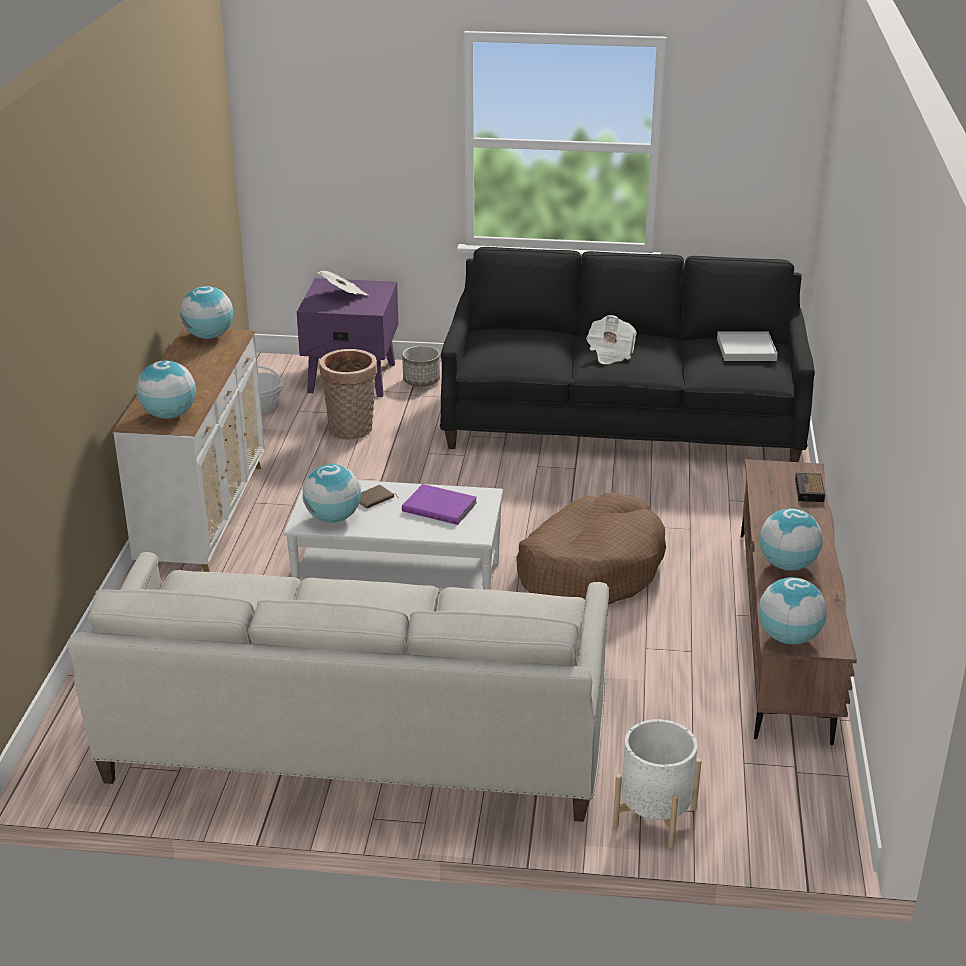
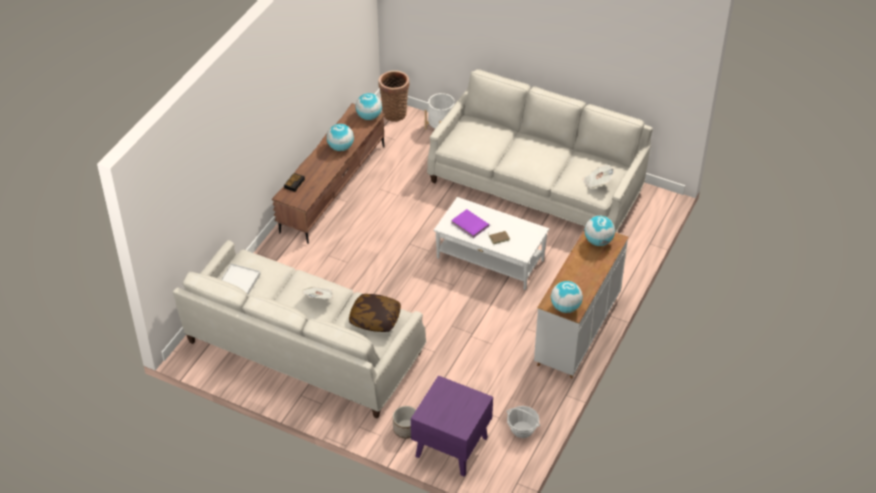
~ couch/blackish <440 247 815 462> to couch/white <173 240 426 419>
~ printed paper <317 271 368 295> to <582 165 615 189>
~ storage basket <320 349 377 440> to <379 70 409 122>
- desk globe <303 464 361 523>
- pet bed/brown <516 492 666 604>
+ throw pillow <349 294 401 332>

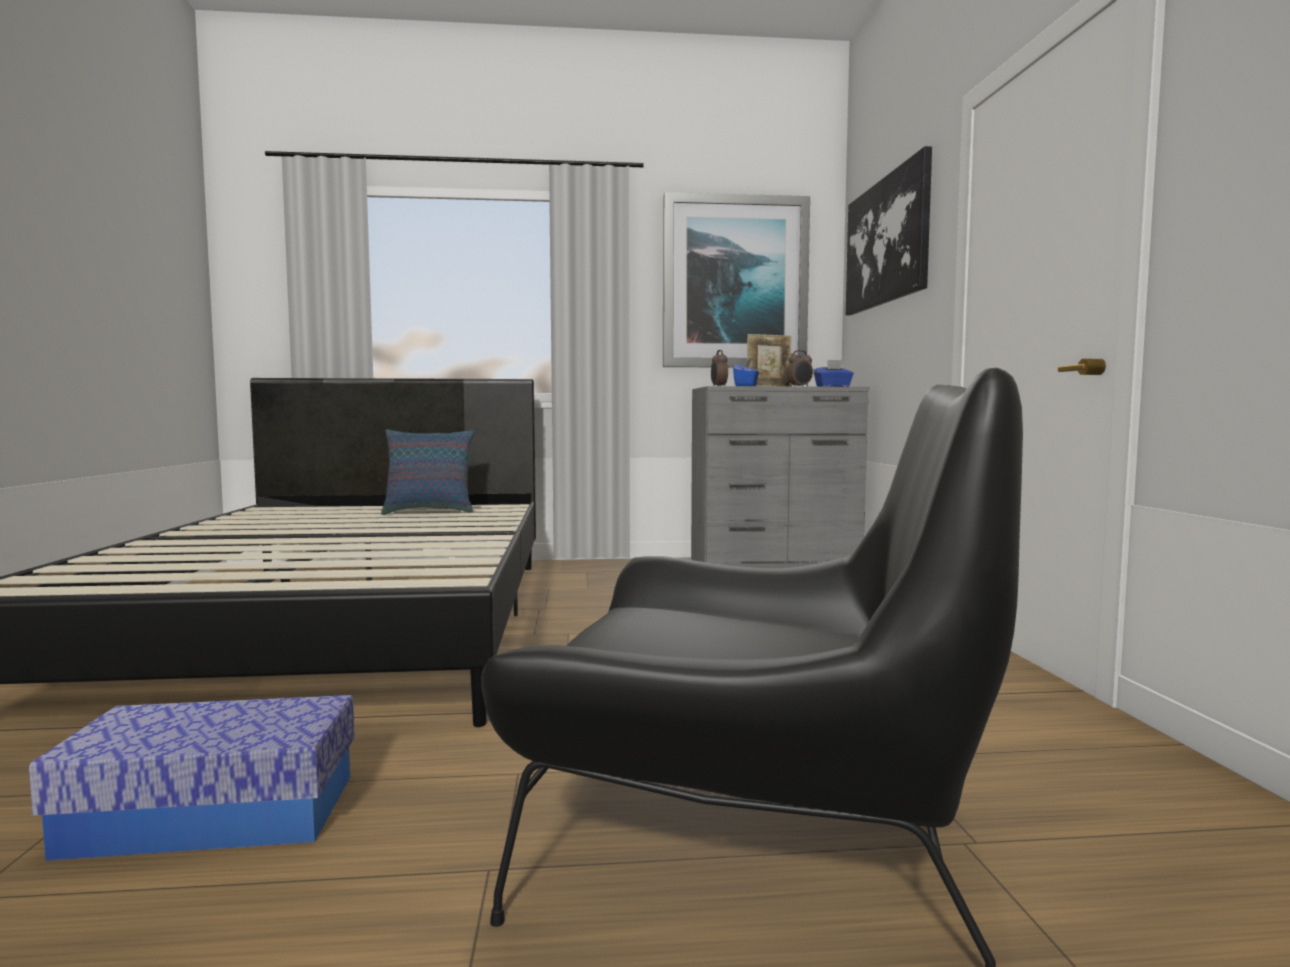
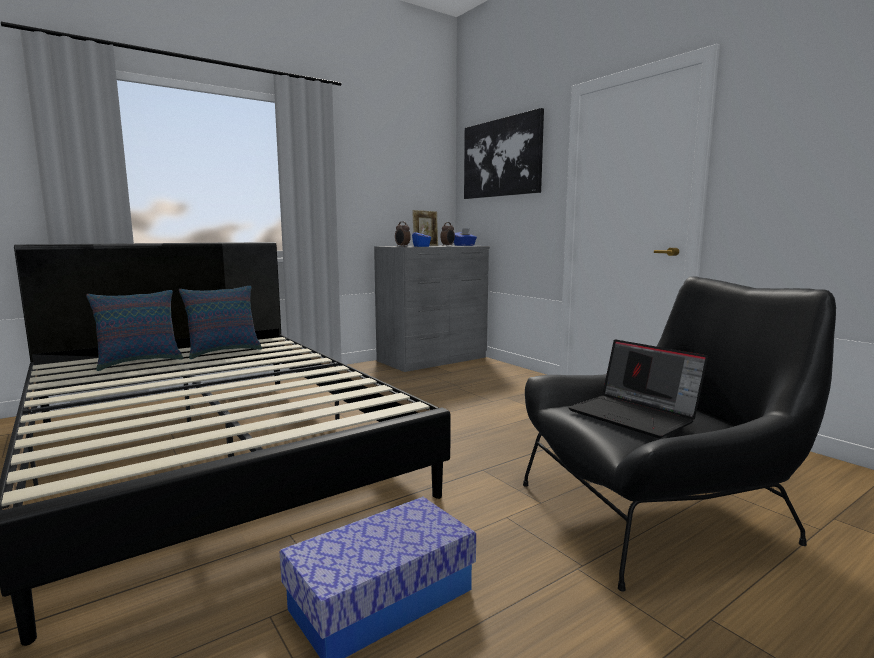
- wall art <663 192 810 368>
+ throw pillow/blue <86 290 183 371>
+ portable computer <568 339 708 438>

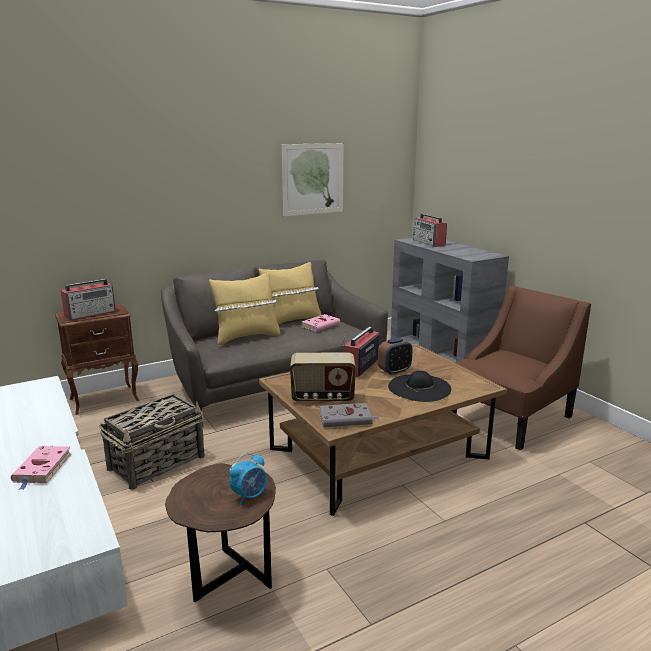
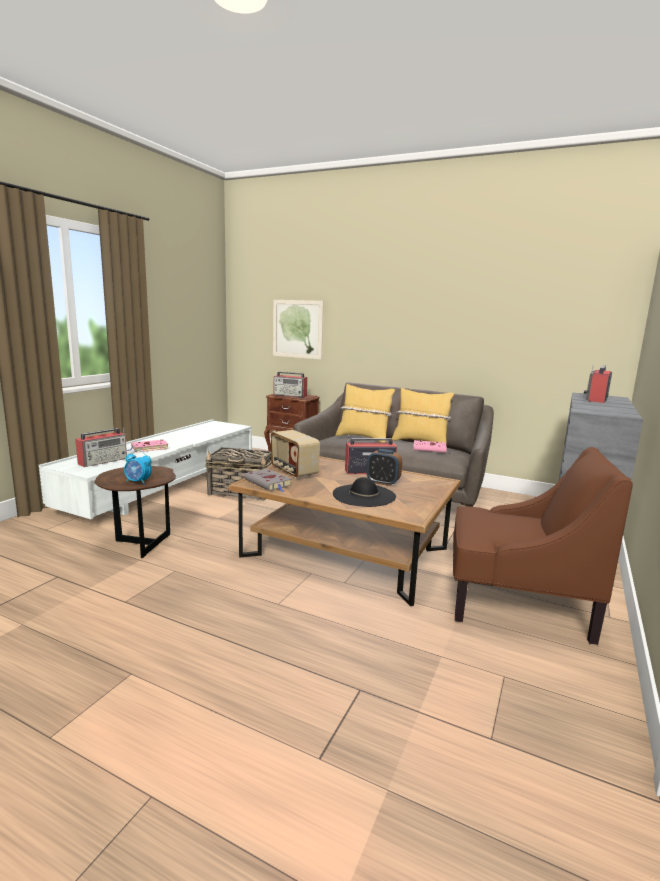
~ wall art <282 143 344 216> to <273 300 324 360>
+ radio set <75 427 127 467>

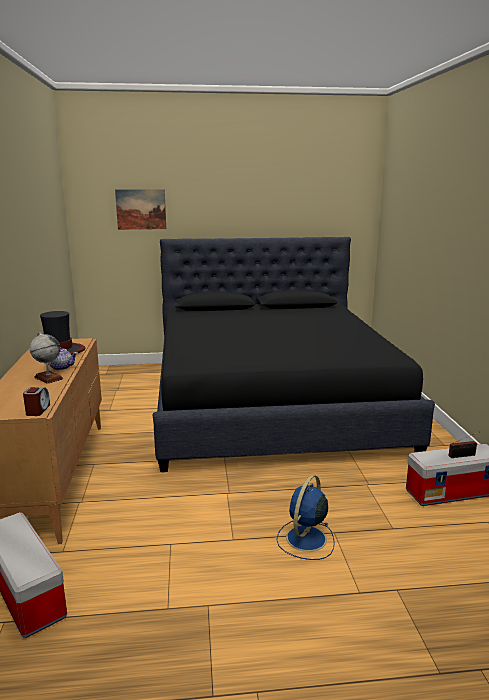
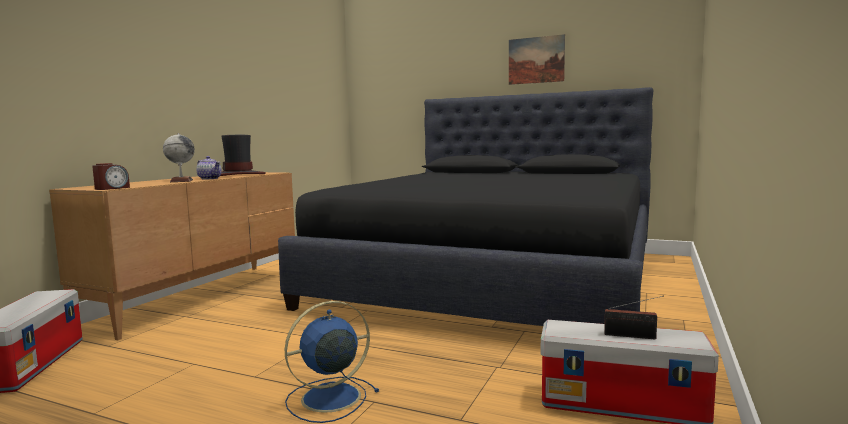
~ wall art <115 189 166 230> to <509 34 565 85>

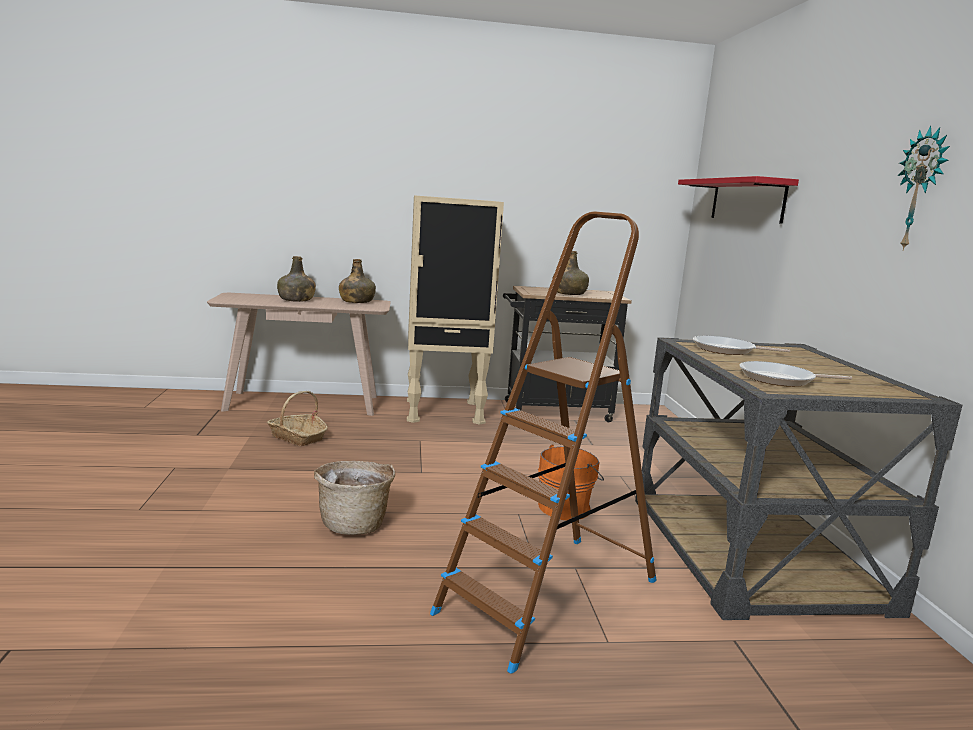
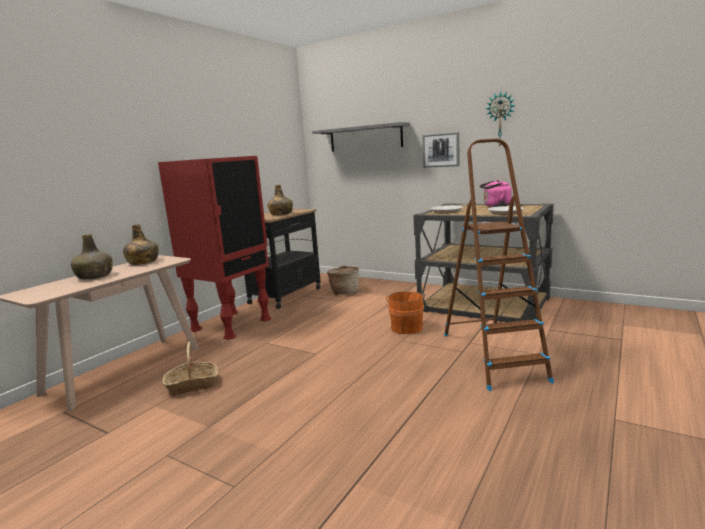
~ bracket shelf/reddish <678 176 799 224> to bracket shelf/gray <312 122 410 152>
~ storage cabinet/sand-coloured <407 195 504 425> to storage cabinet/reddish <158 156 271 340>
~ storage basket <314 461 395 535> to <327 265 359 295>
+ wall art <422 132 460 168>
+ tea kettle/pink-coloured <480 180 512 207>

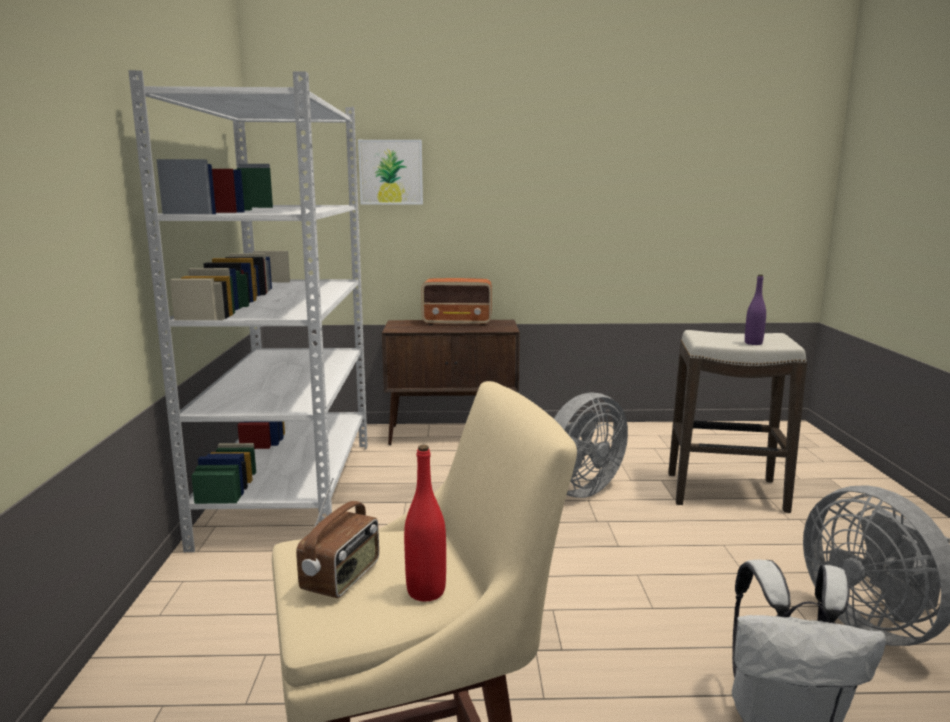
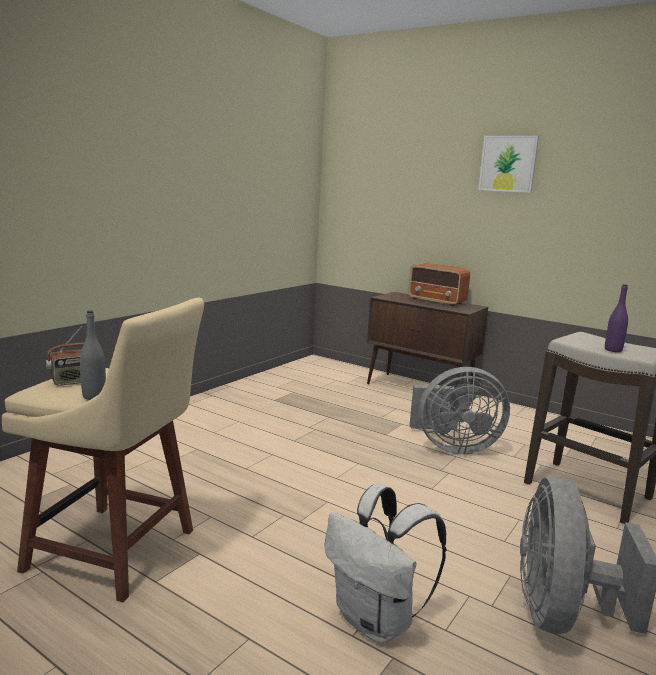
- bookcase/white <128 70 368 552>
~ wall art <358 140 423 205> to <478 136 539 193>
~ drink bottle/reddish <404 445 446 601> to drink bottle/gray <80 310 106 400>

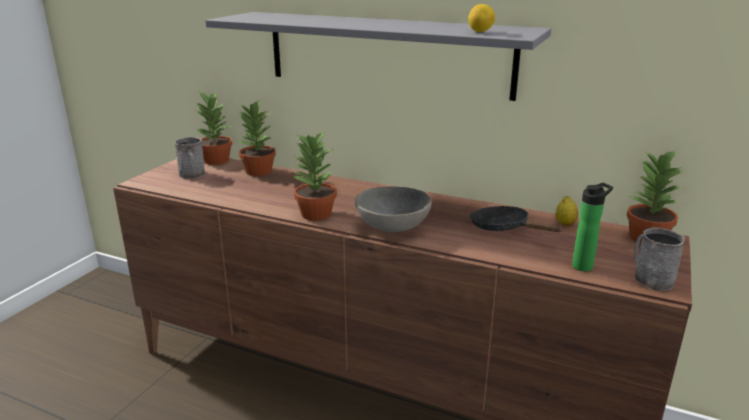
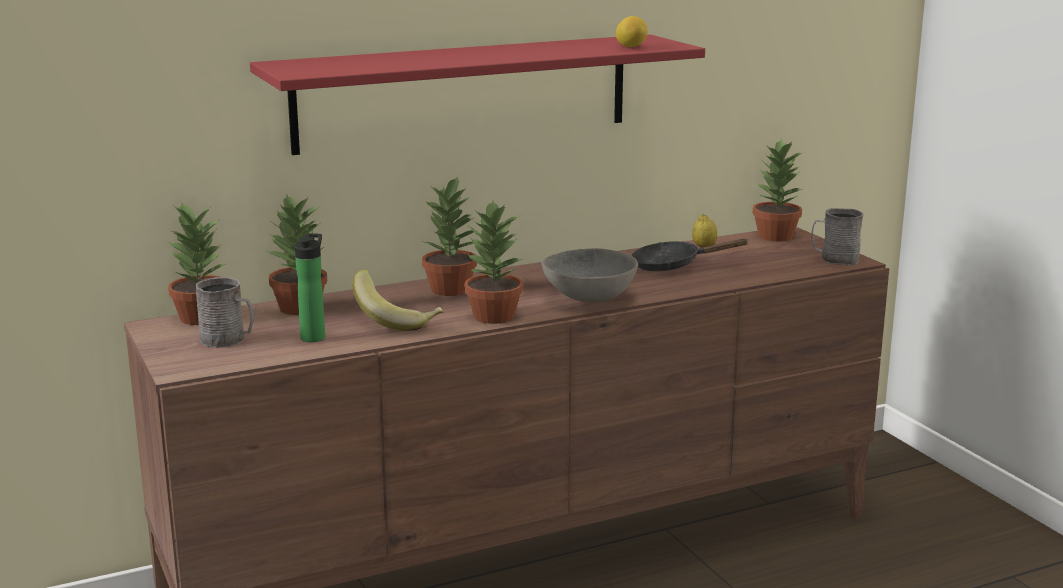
~ bracket shelf/gray <205 12 551 101> to bracket shelf/reddish <250 35 705 155>
~ drink bottle <572 183 613 271> to <295 233 325 342>
+ houseplant <422 176 477 296>
+ banana fruit <353 269 444 331>

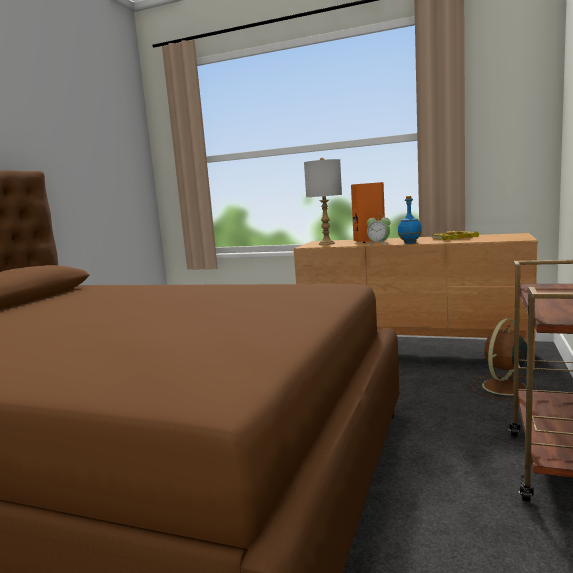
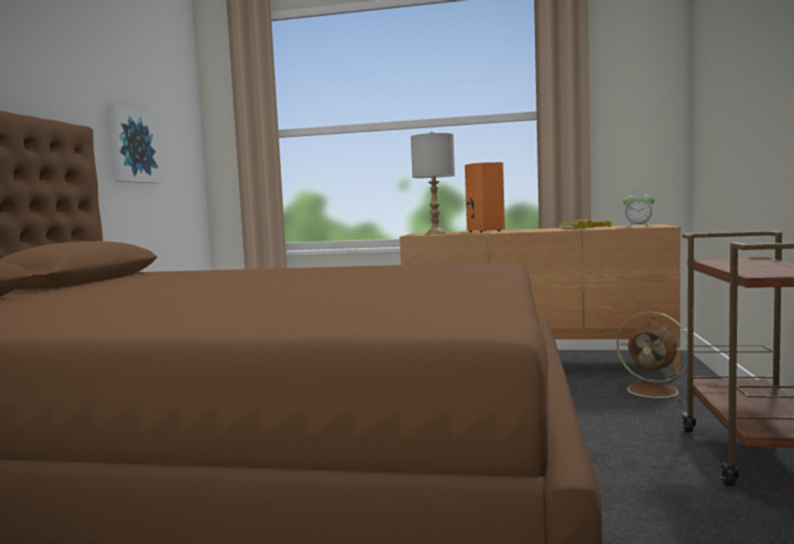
- drink bottle/blue <398 196 422 244>
~ alarm clock <367 214 391 245> to <623 190 654 228>
~ electric fan/brown <471 318 536 401> = <616 312 688 402> 90 degrees counterclockwise
+ wall art <107 104 162 184>

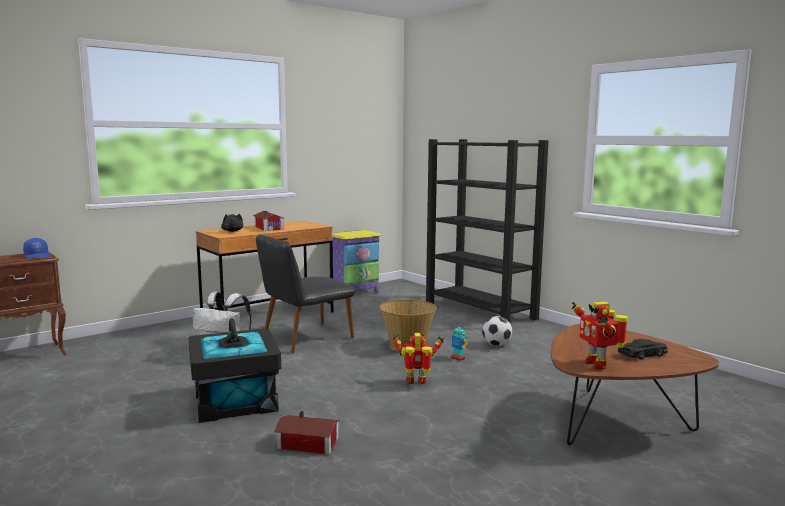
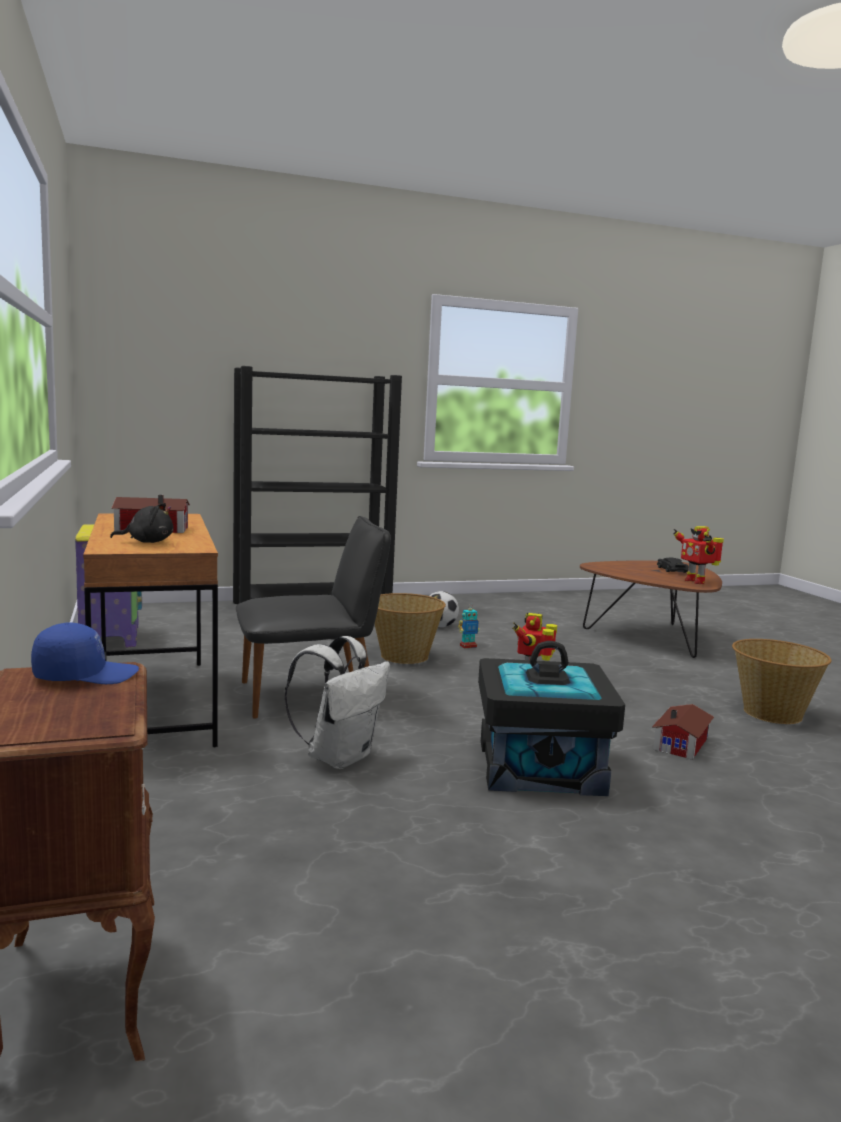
~ chair/blackish <256 235 357 353> = <236 516 391 718> 90 degrees counterclockwise
~ model robot <571 301 628 369> = <673 526 724 584> 60 degrees clockwise
+ storage basket <732 639 832 724>

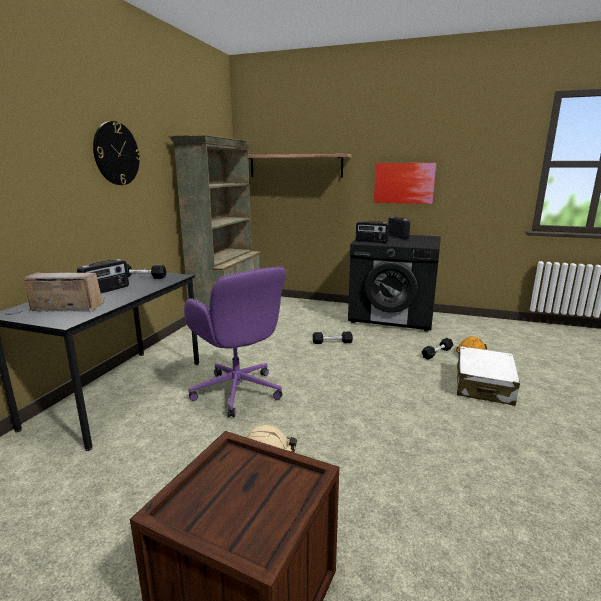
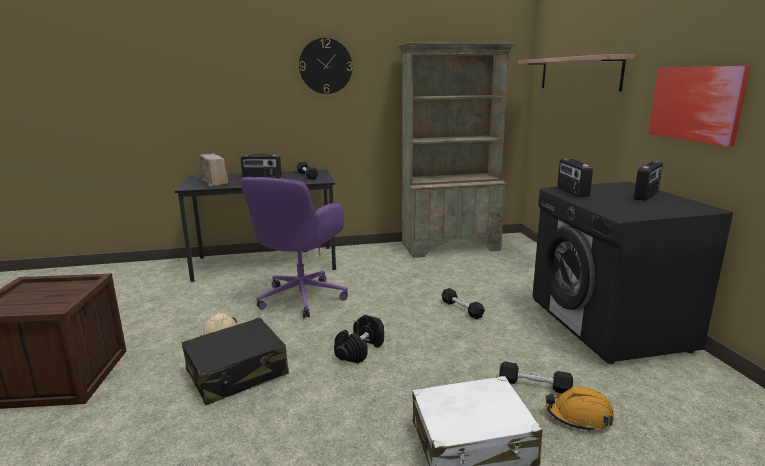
+ dumbbell/blackish <334 315 384 363>
+ suitcase/blackish <182 318 289 405>

